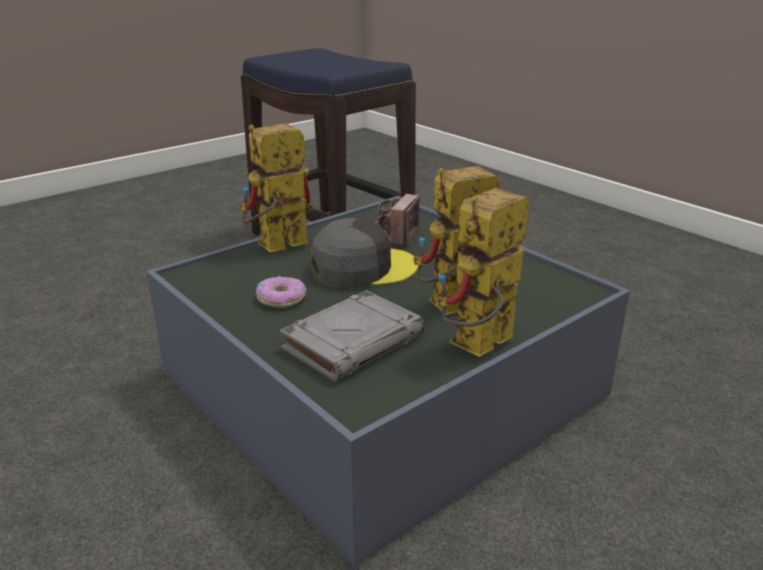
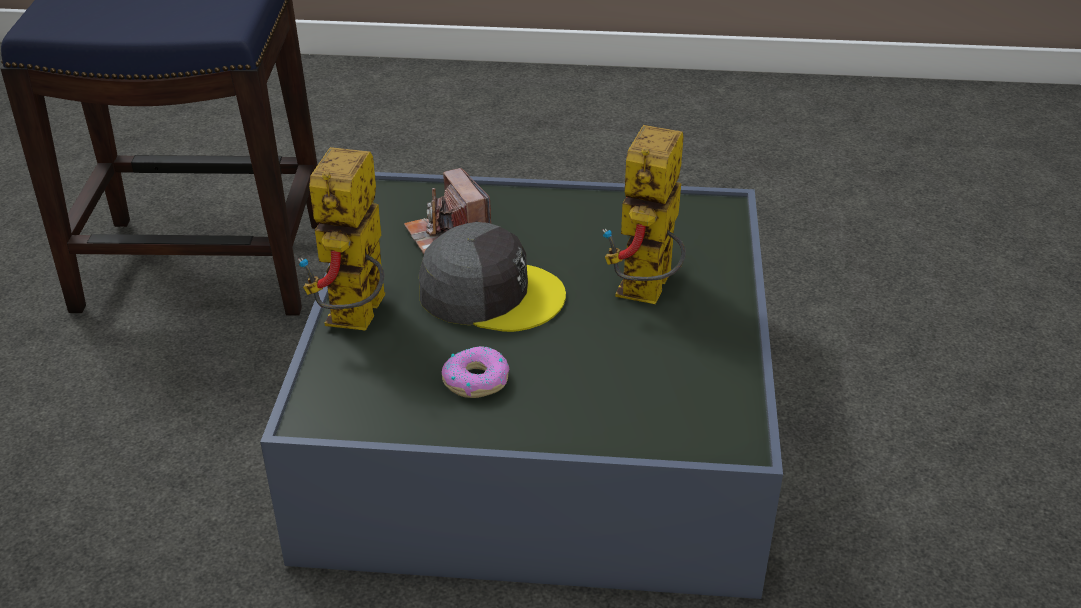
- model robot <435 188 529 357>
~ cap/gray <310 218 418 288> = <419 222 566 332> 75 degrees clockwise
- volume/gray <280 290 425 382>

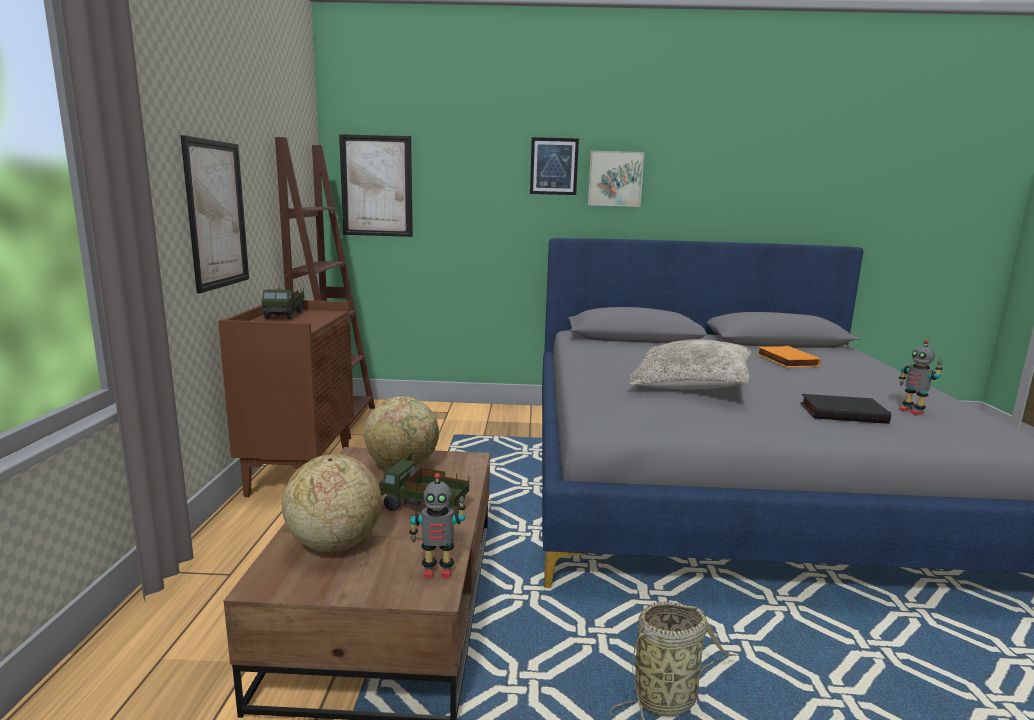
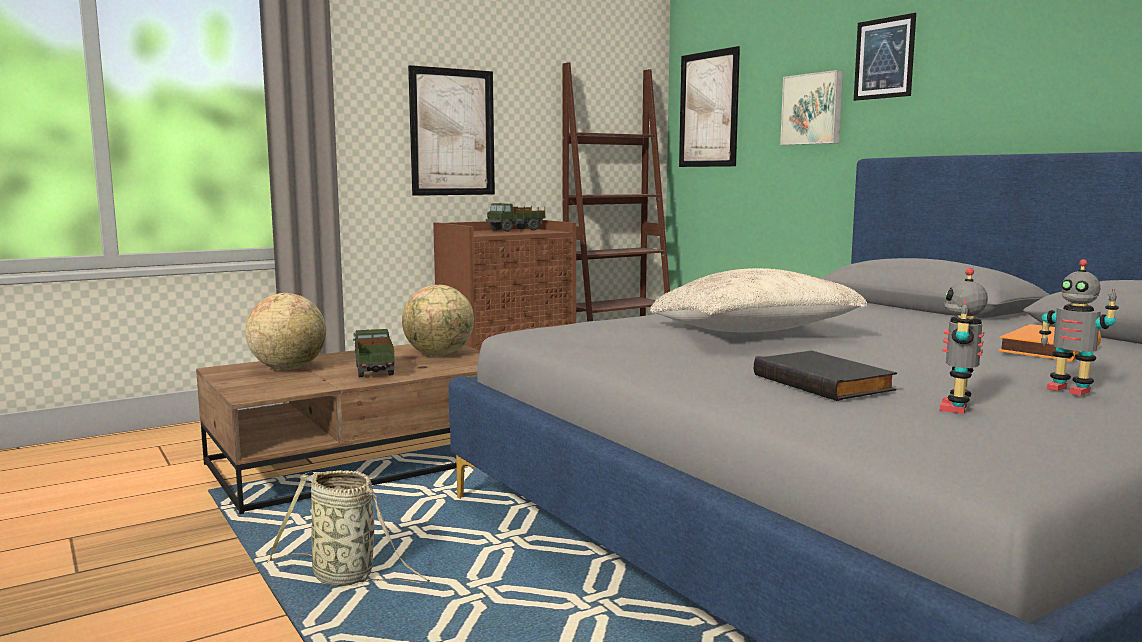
~ wall art <588 151 644 207> to <780 70 843 145>
~ model robot <409 473 466 578> to <1039 259 1119 395>

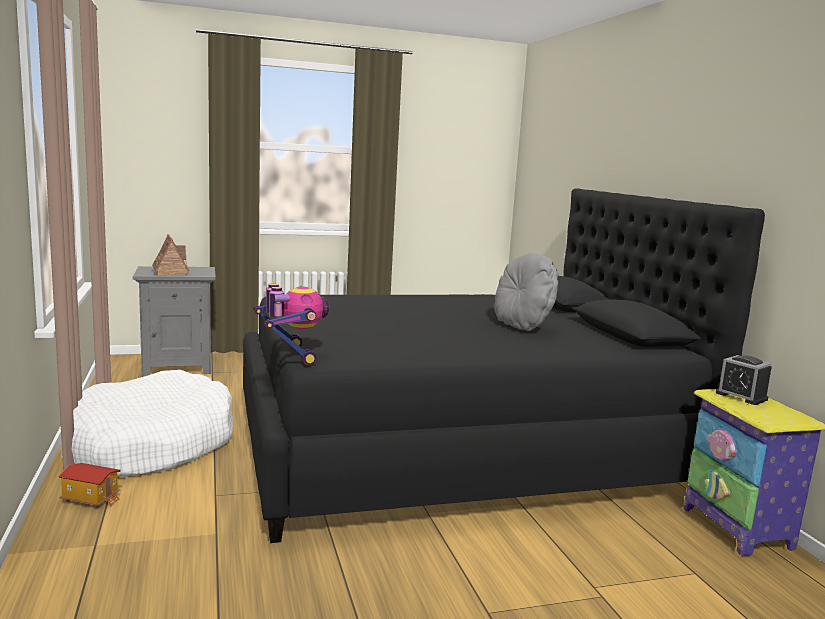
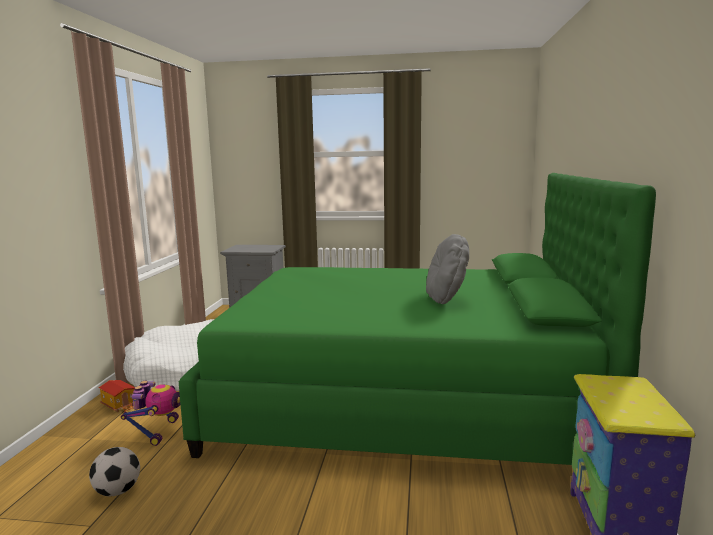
~ bed/blackish <243 188 765 543> to bed/green <179 173 656 465>
- miniature house <152 234 189 275>
~ model robot <254 284 329 365> to <121 381 180 446>
- alarm clock <716 355 772 405>
+ football ball <89 447 140 496>

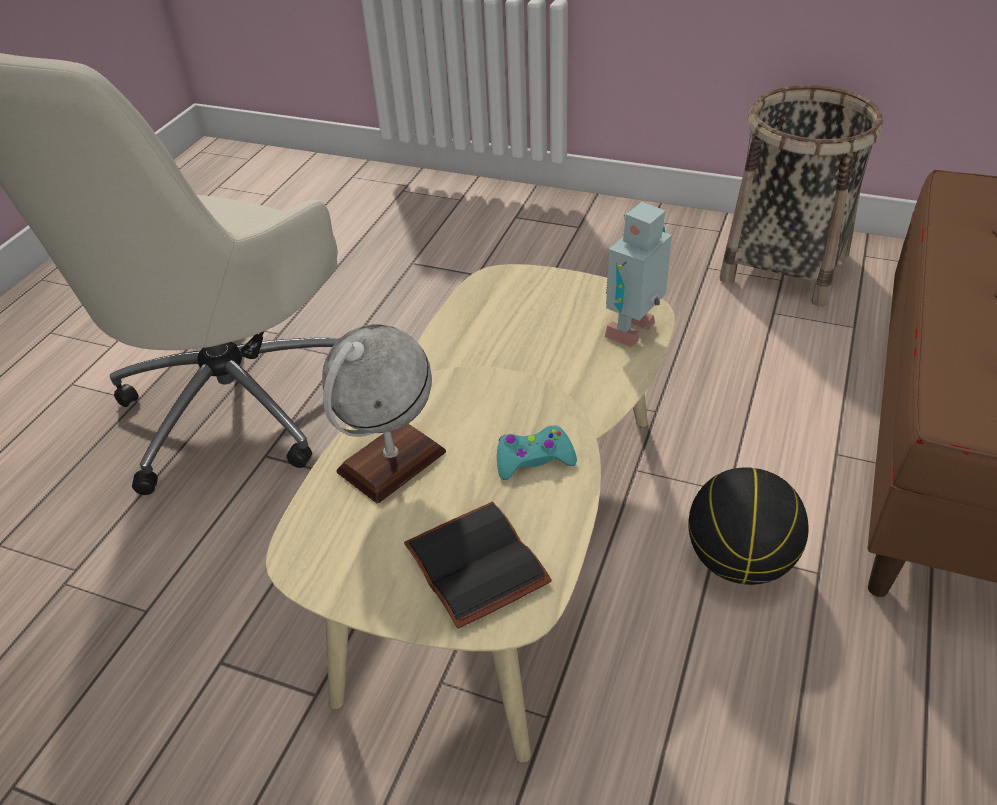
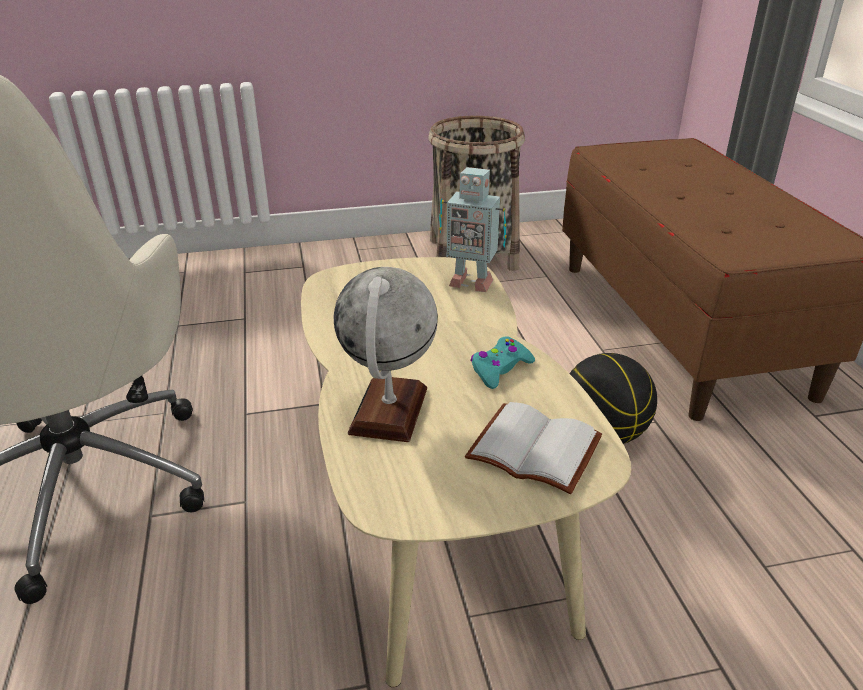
~ model robot <605 202 672 347> = <439 167 507 292> 75 degrees counterclockwise
~ volume/blackish <404 501 552 629> to volume/white <465 402 602 494>

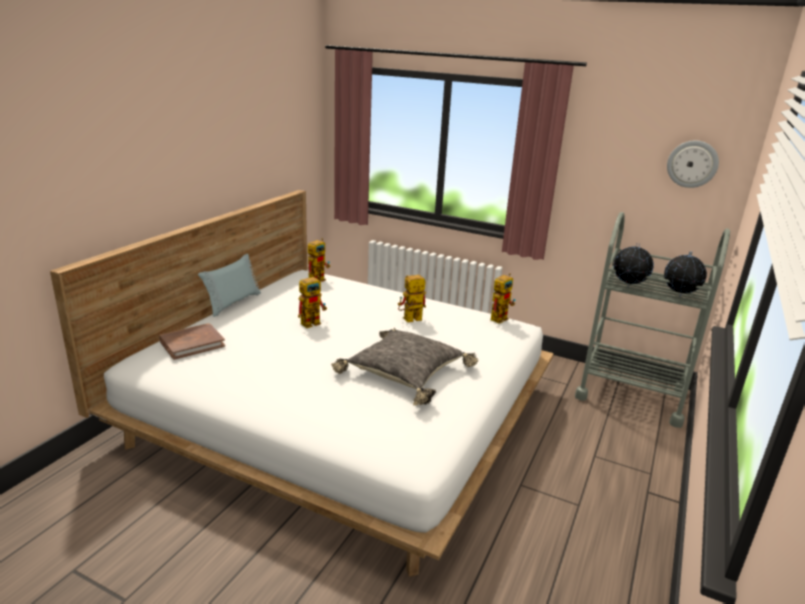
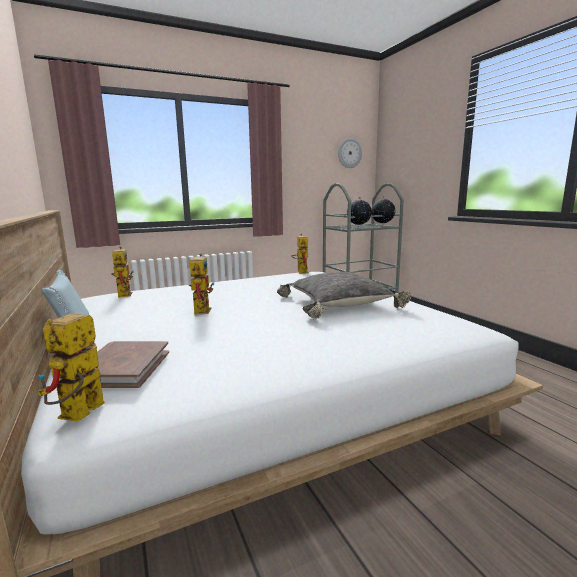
~ model robot <398 275 426 322> to <37 314 105 422>

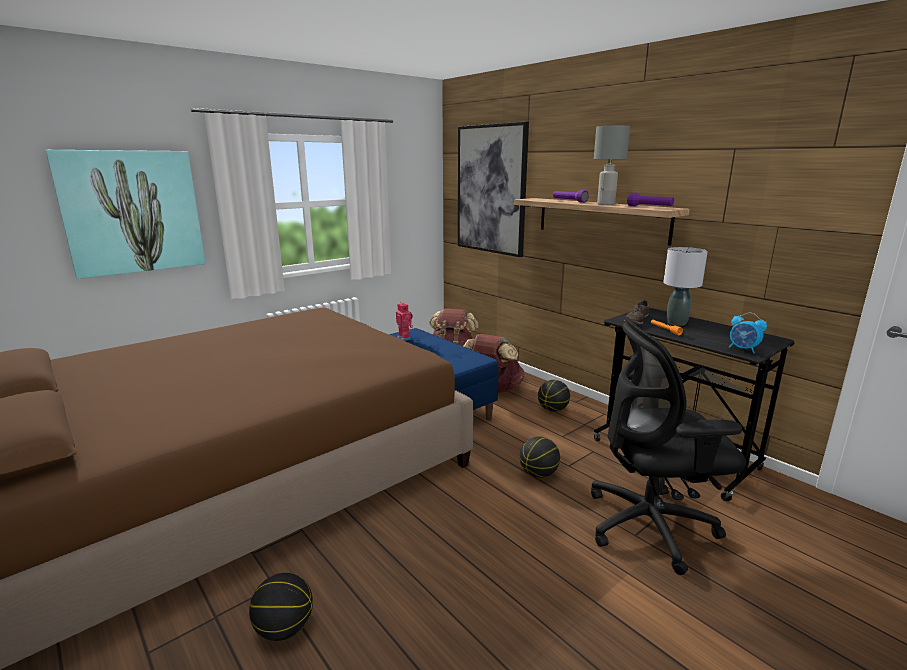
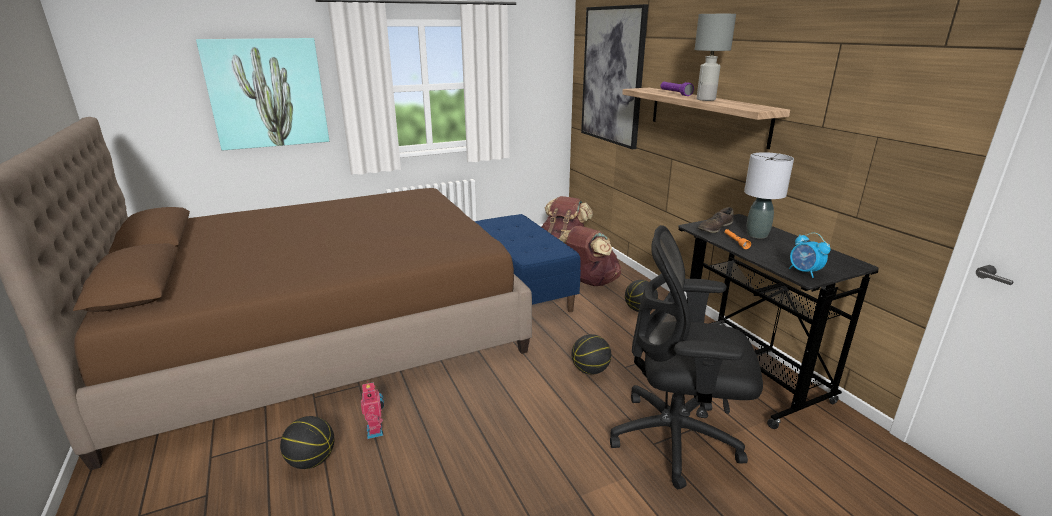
- torch/purple <627 193 674 206>
~ model robot <396 302 413 341> to <361 381 384 439>

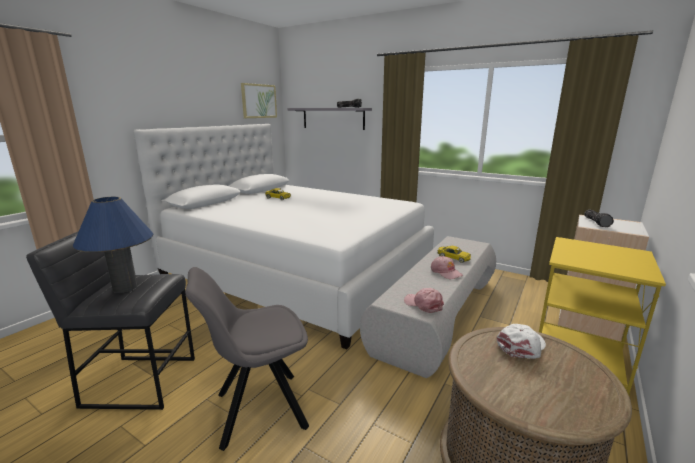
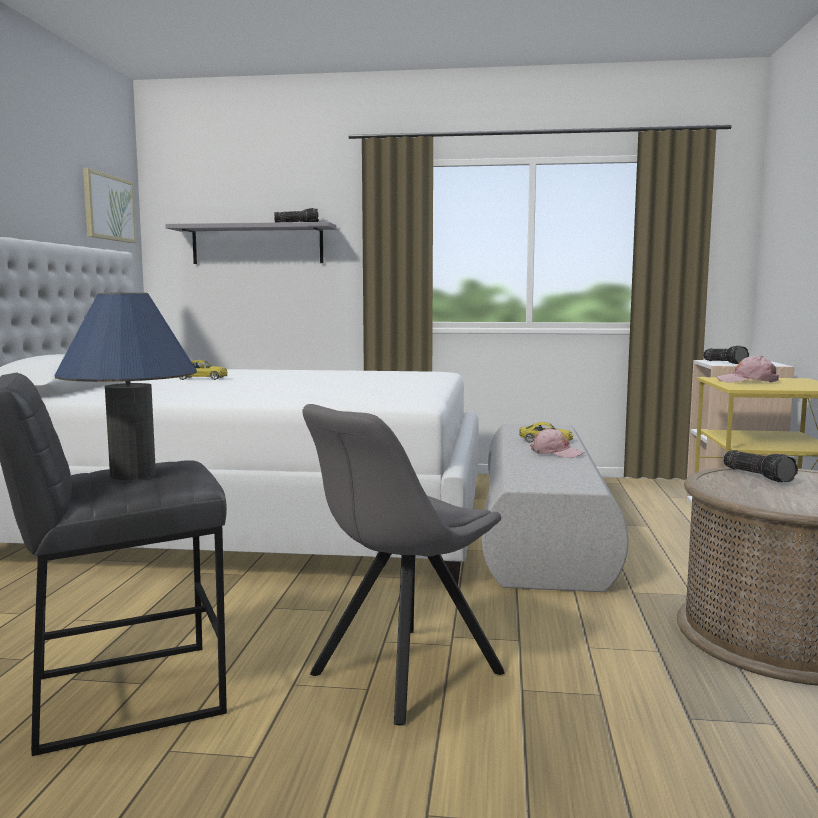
~ cap/pink-coloured <404 288 444 313> to <716 356 779 383>
~ cap/white <497 324 546 359> to torch <723 450 798 482>

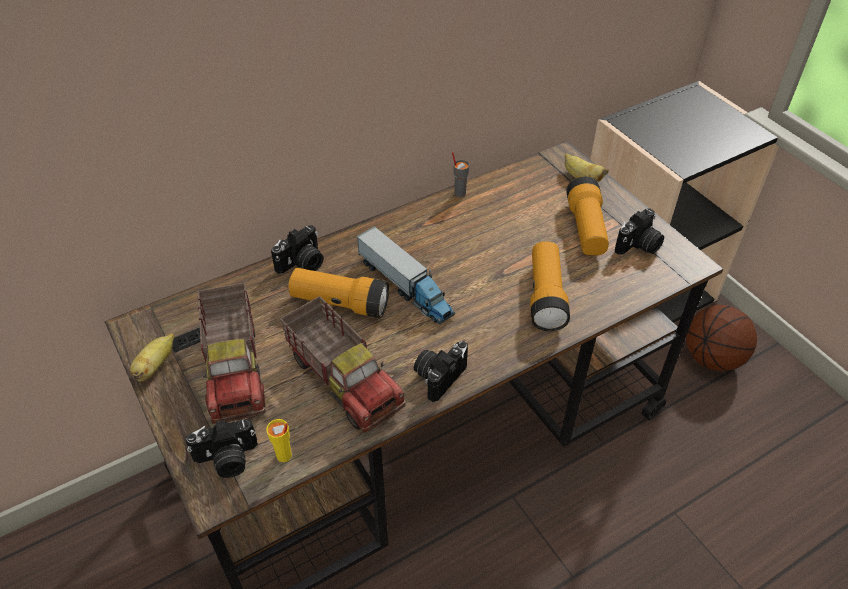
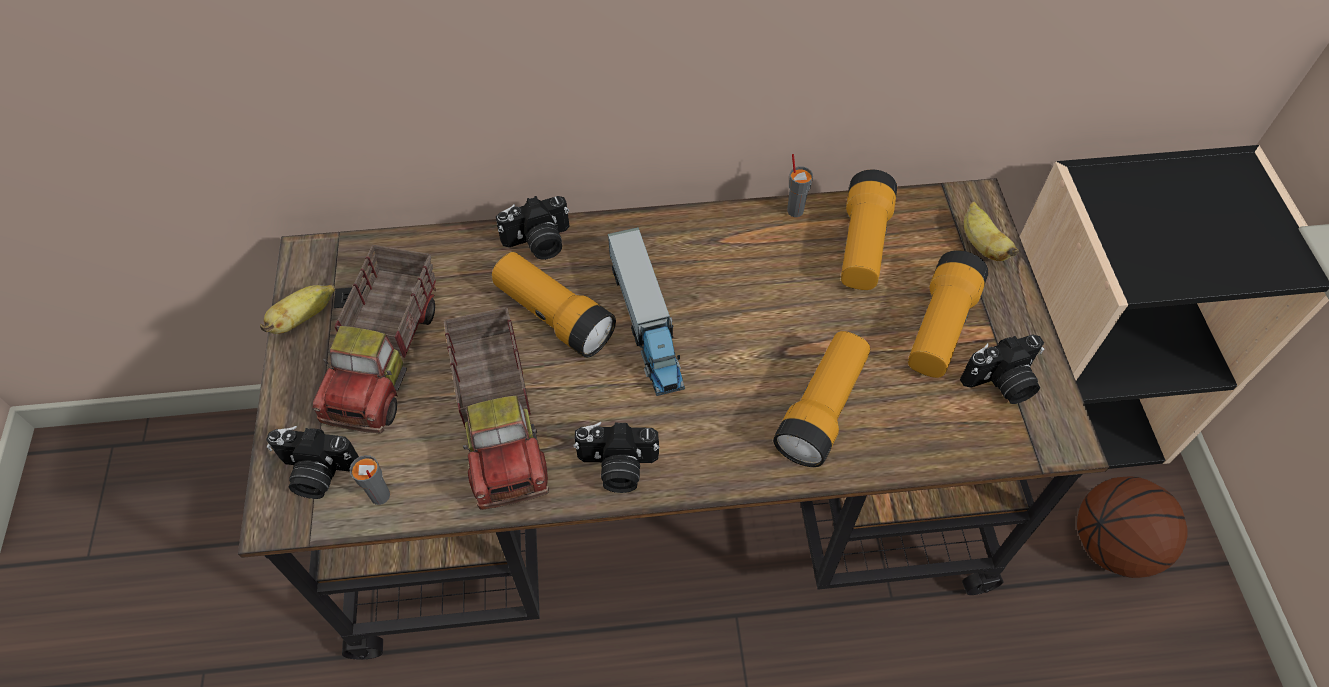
~ photo camera <414 341 468 402> = <573 422 660 493> 150 degrees counterclockwise
~ drinking cup/yellow <266 419 292 462> to drinking cup/gray <349 455 390 505>
+ torch <841 169 897 290>

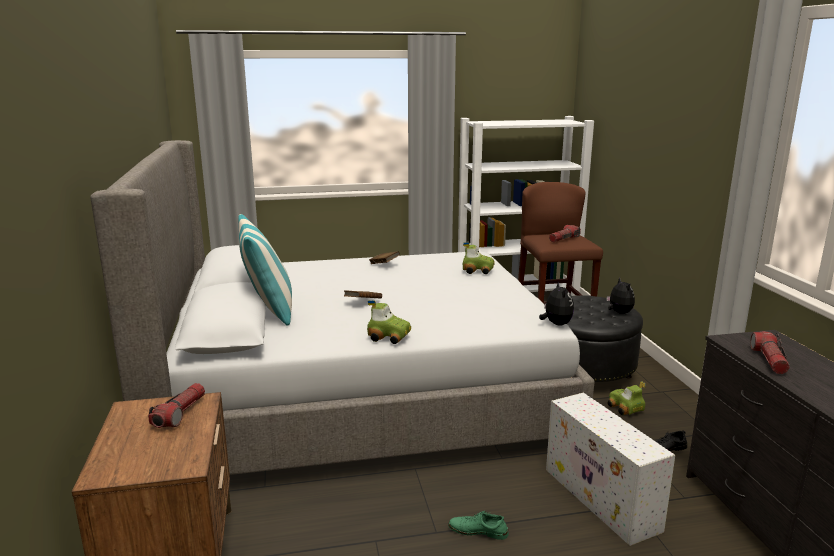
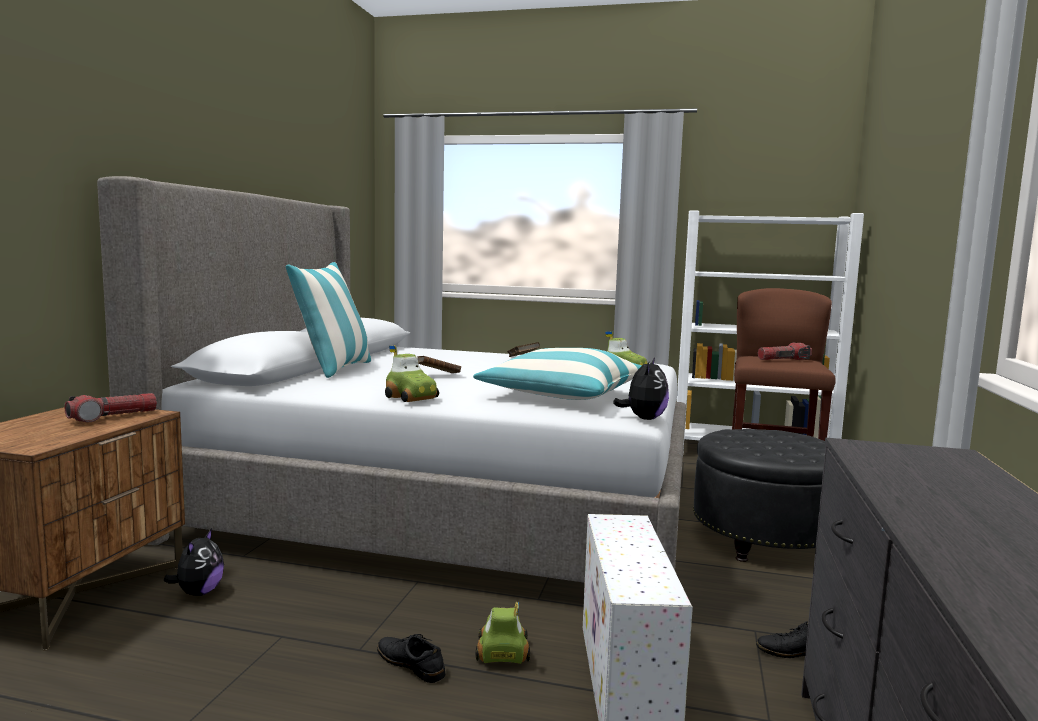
~ soft toy <606 277 635 314> to <164 528 224 596>
- torch <750 331 790 374>
~ model car <607 381 646 415> to <476 602 530 664>
~ item of footwear/green <448 511 509 540> to item of footwear/blackish <377 634 446 683>
+ throw pillow <473 348 642 400>

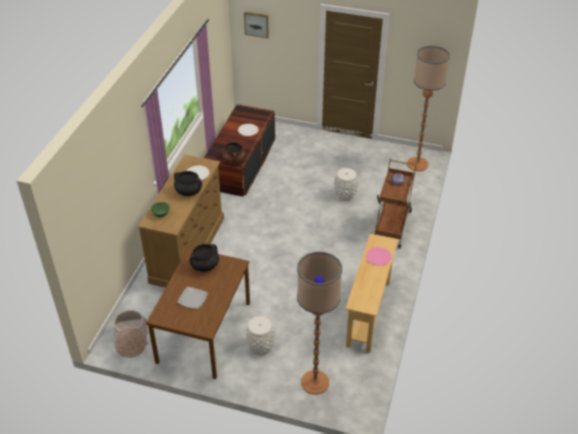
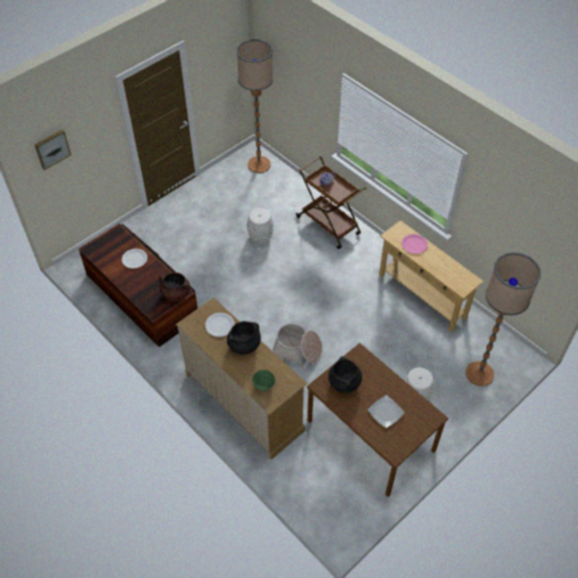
~ storage basket <114 310 148 358> to <273 324 322 366>

